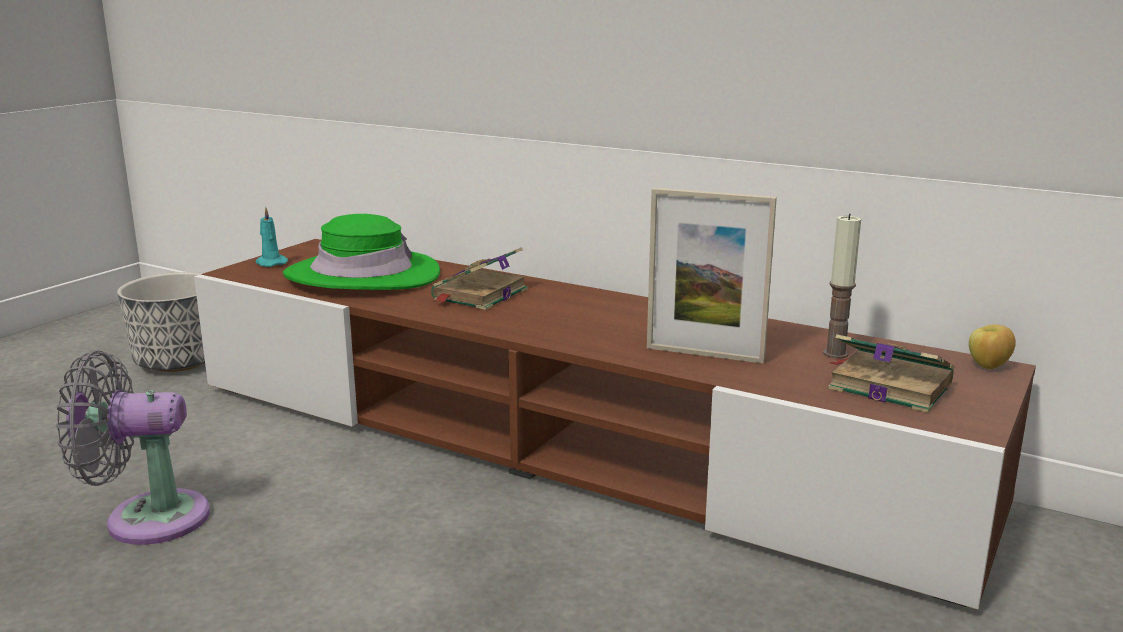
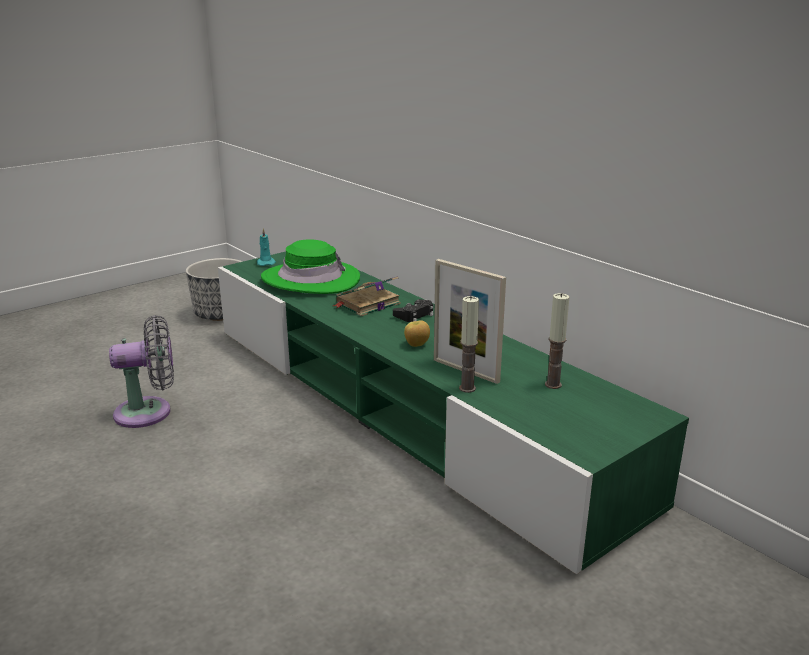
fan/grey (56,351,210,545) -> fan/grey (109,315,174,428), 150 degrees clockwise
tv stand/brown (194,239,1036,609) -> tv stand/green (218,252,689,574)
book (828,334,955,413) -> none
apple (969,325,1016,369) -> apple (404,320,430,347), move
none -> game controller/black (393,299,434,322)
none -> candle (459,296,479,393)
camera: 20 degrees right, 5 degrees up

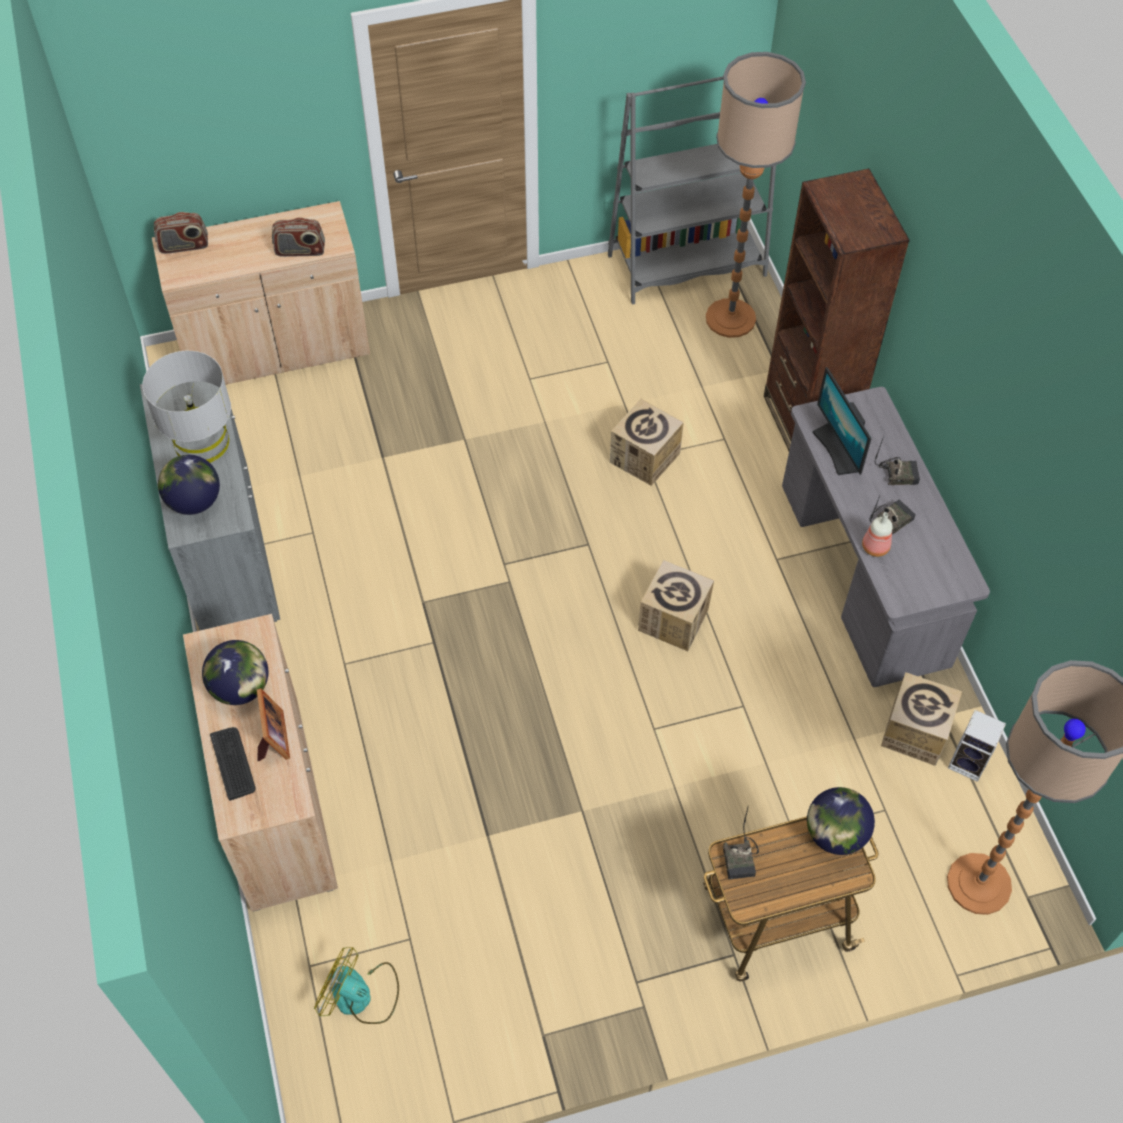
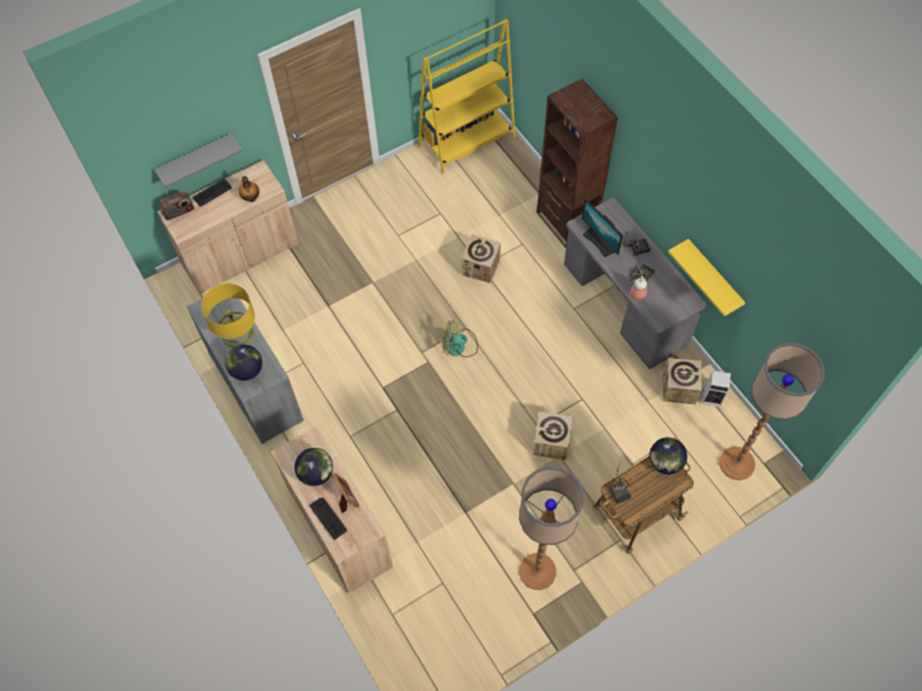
table lamp/grey (142,351,231,463) -> table lamp/yellow (201,283,255,348)
radio (272,217,325,257) -> bottle (239,176,259,202)
fan (314,947,399,1024) -> fan (442,320,478,357), move
bookcase/grey (608,77,776,305) -> bookcase/yellow (418,19,515,174)
cardboard box (638,560,714,651) -> cardboard box (533,411,573,460), move
floor lamp (706,52,806,338) -> floor lamp (519,467,584,590), move
none -> shelf/grey (154,133,243,188)
none -> keyboard (193,178,232,206)
none -> shelf/yellow (668,239,745,316)
camera: 15 degrees left, 5 degrees up

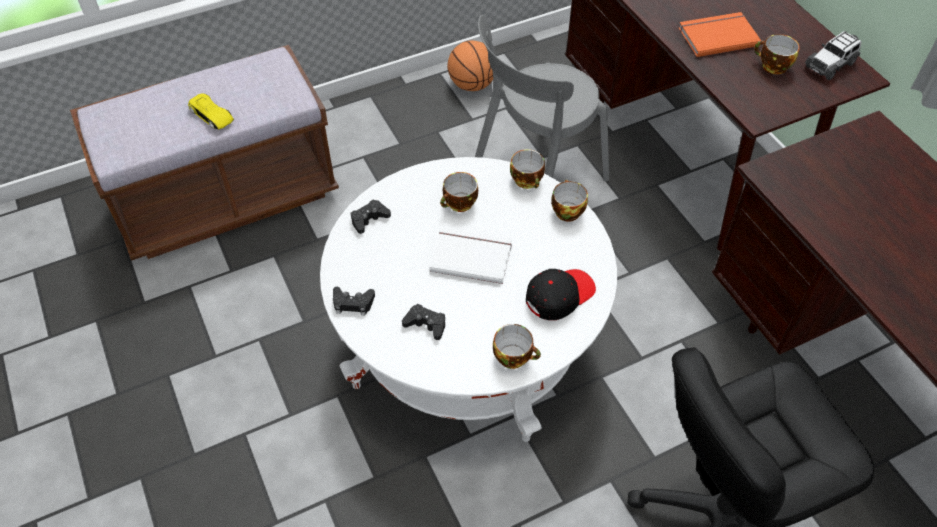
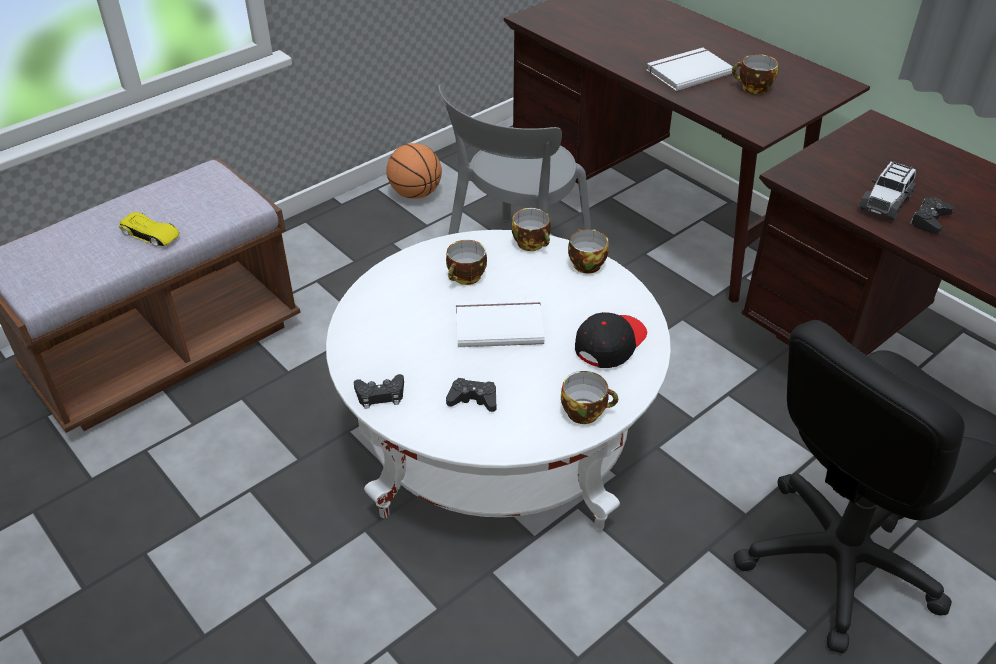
game controller/black (351,199,391,234) -> game controller/black (910,197,954,234), move
book/orange (679,12,761,57) -> book/white (646,48,733,91)
toy car (805,31,862,80) -> toy car (859,161,916,221), move
camera: 15 degrees left, 10 degrees down

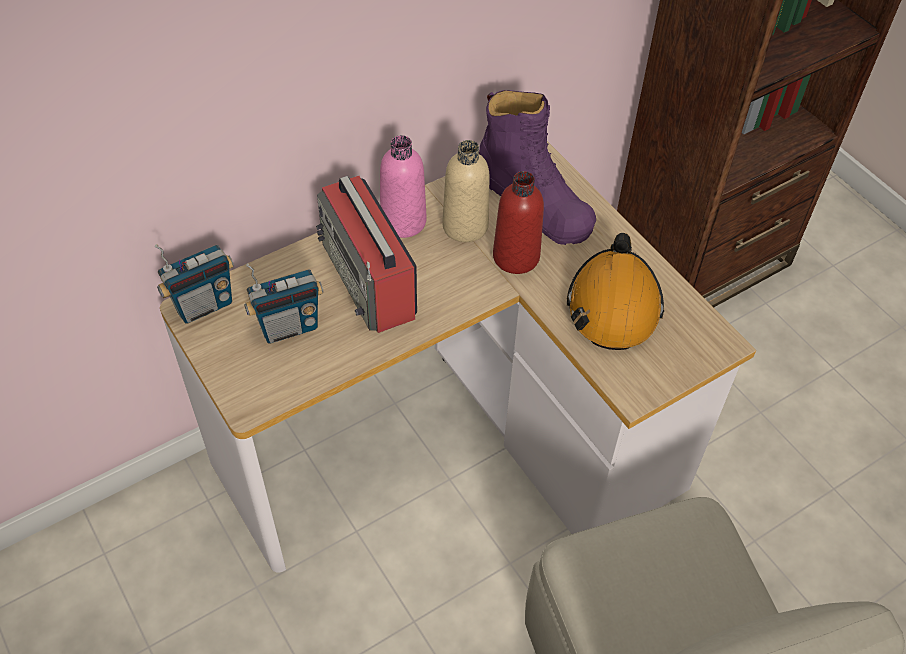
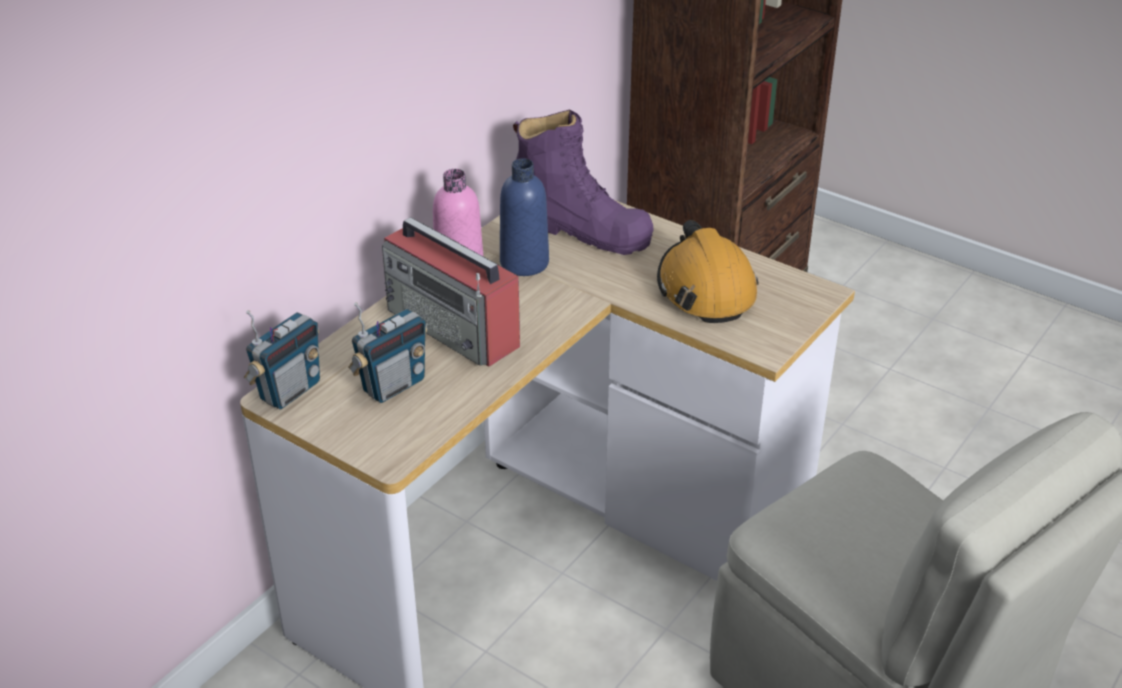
bottle/beige (442,140,489,242) -> bottle/blue (500,158,549,276)
bottle/red (493,171,544,274) -> none
camera: 20 degrees left, 15 degrees down

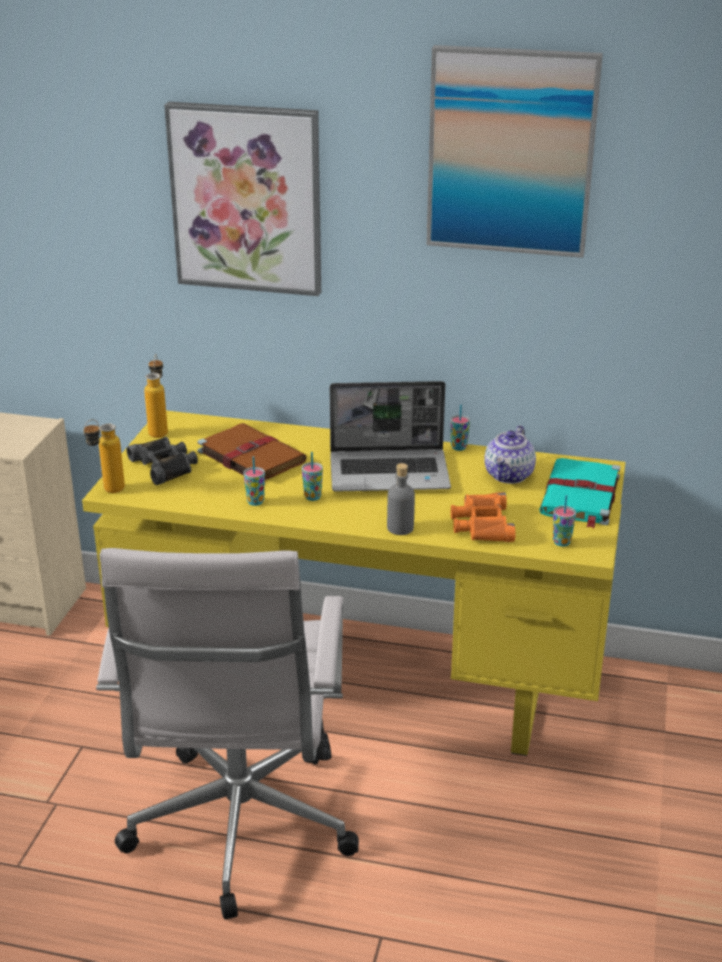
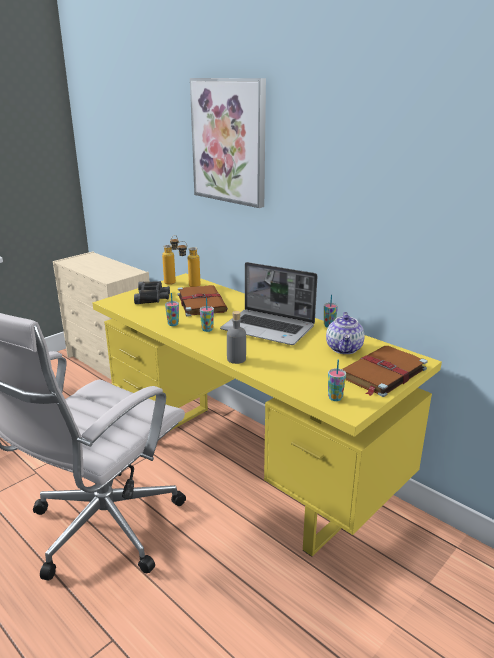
bottle (83,419,125,493) -> bottle (177,241,200,287), move
picture (427,45,603,258) -> none
binoculars/orange (451,492,515,542) -> none
teapot (484,425,536,484) -> teapot (326,312,365,354), 45 degrees counterclockwise
book/turquoise (539,458,621,528) -> book/brown (342,346,428,397)
camera: 30 degrees right, 5 degrees down

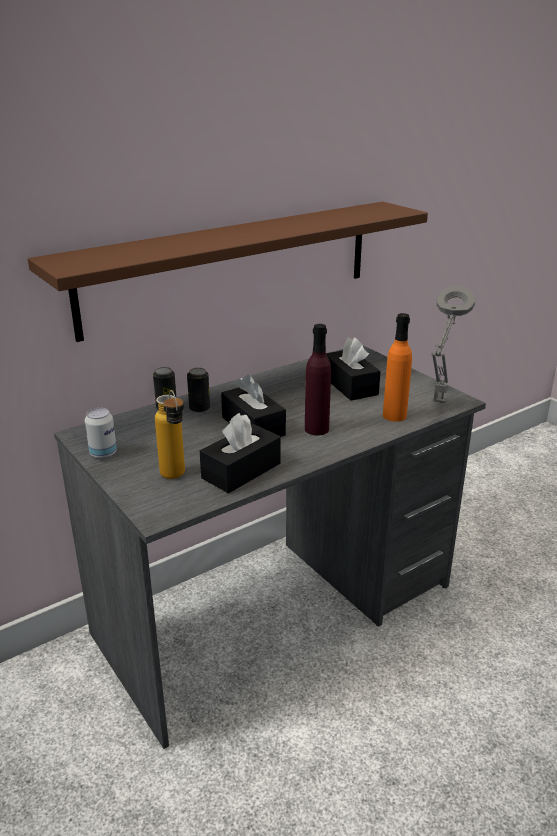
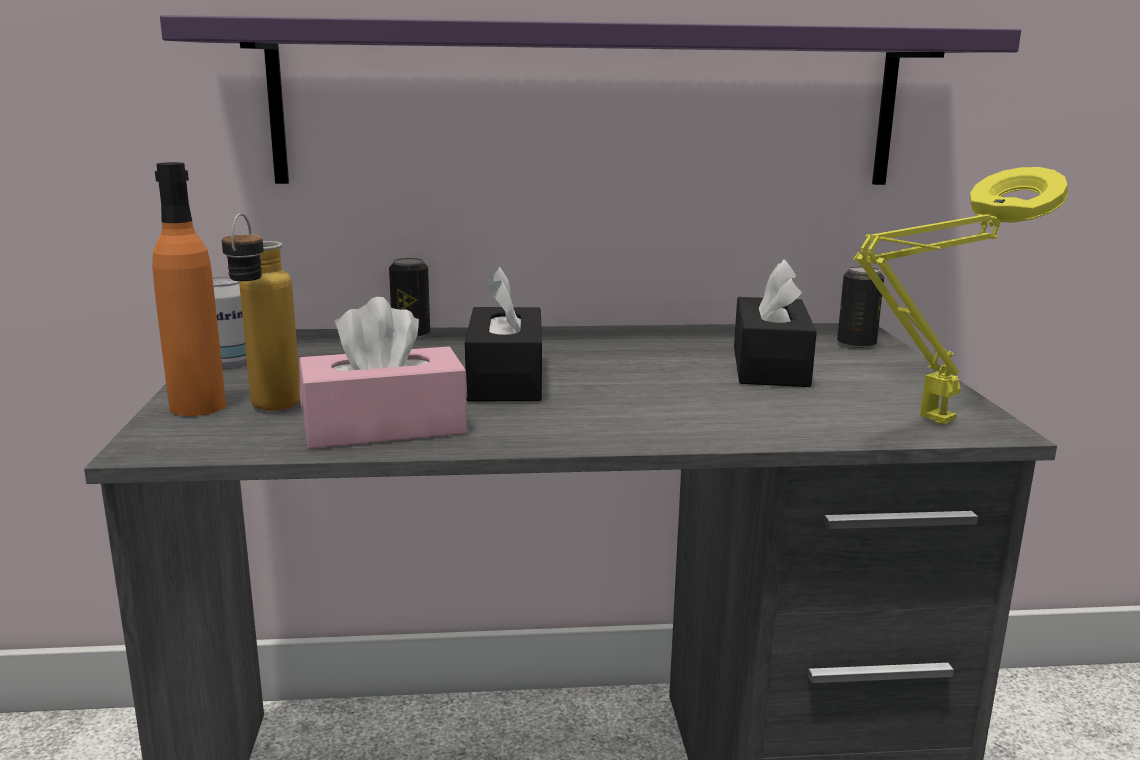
shelf/brown (28,202,428,342) -> shelf/purple (160,15,1021,185)
can (187,368,210,413) -> can (837,266,884,349), move
tissue box/black (200,413,281,493) -> tissue box/pink (299,297,467,449)
bottle/purple (305,324,331,435) -> none
bottle/orange (383,313,412,422) -> bottle/orange (152,162,226,416), move
table lamp/grey (431,287,475,403) -> table lamp/yellow (853,167,1068,424)
camera: 30 degrees right, 10 degrees down

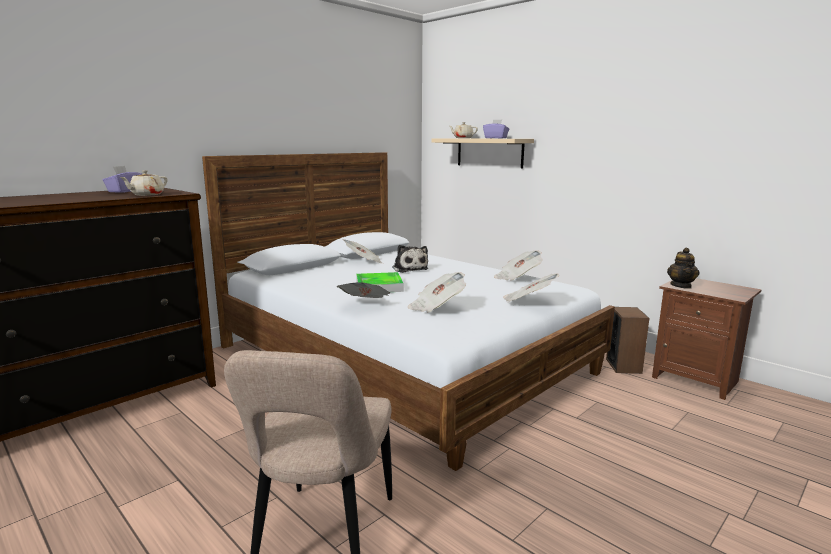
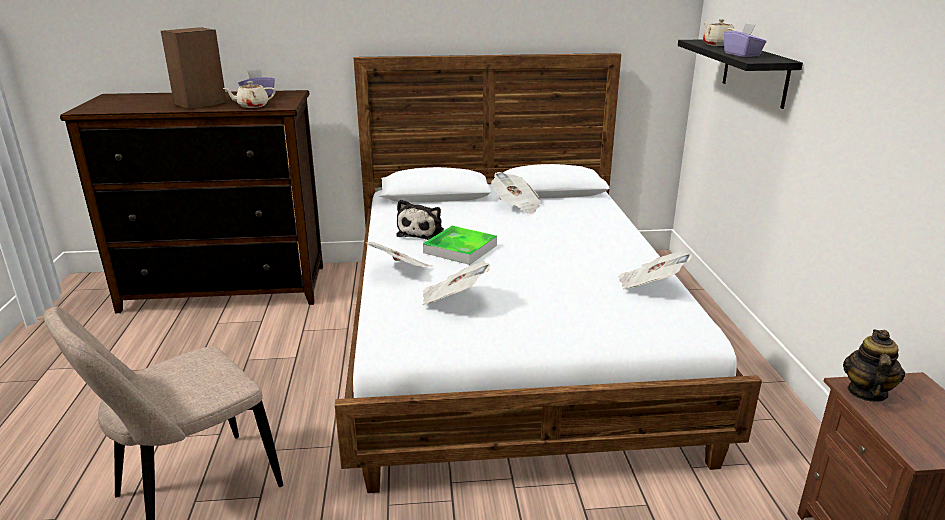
plush toy (392,245,428,273) -> plush toy (396,199,444,240), move
shelf/beige (431,138,534,168) -> shelf/black (678,40,803,109)
newspaper (504,274,559,302) -> none
speaker (606,307,649,374) -> speaker (161,27,227,109), move
teapot (667,248,699,289) -> teapot (843,329,905,402), 150 degrees clockwise
camera: 40 degrees right, 10 degrees up

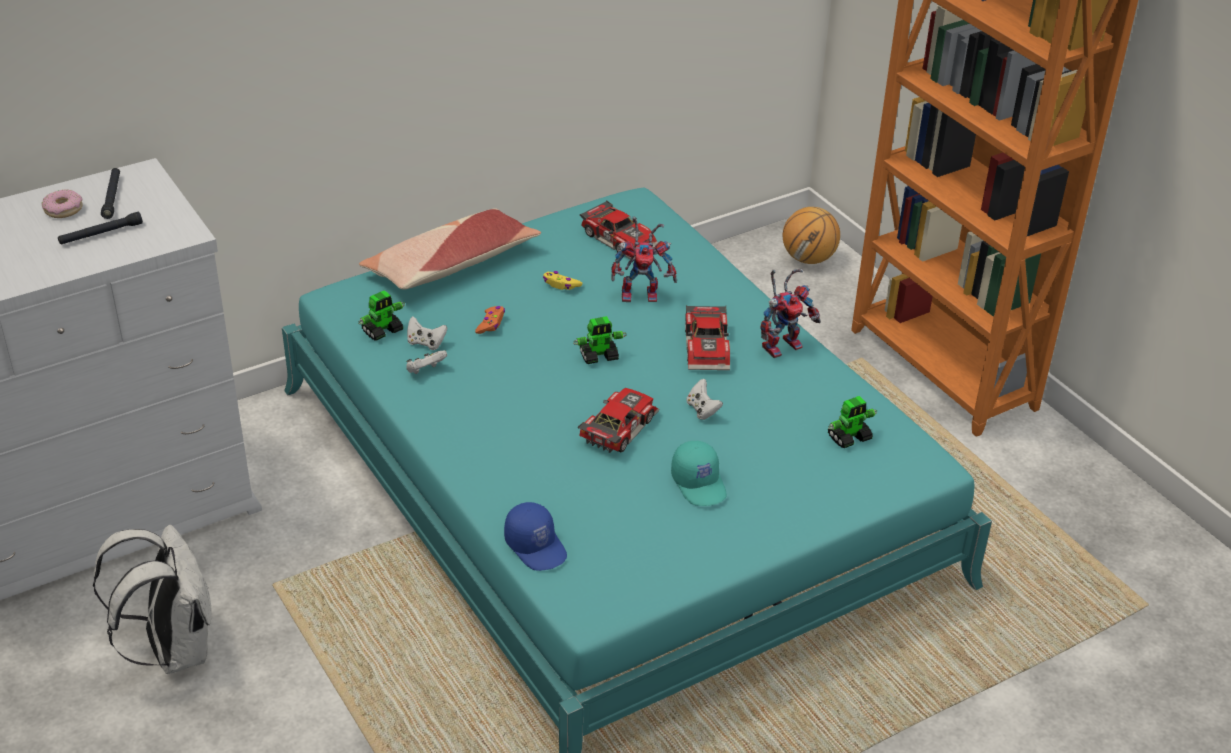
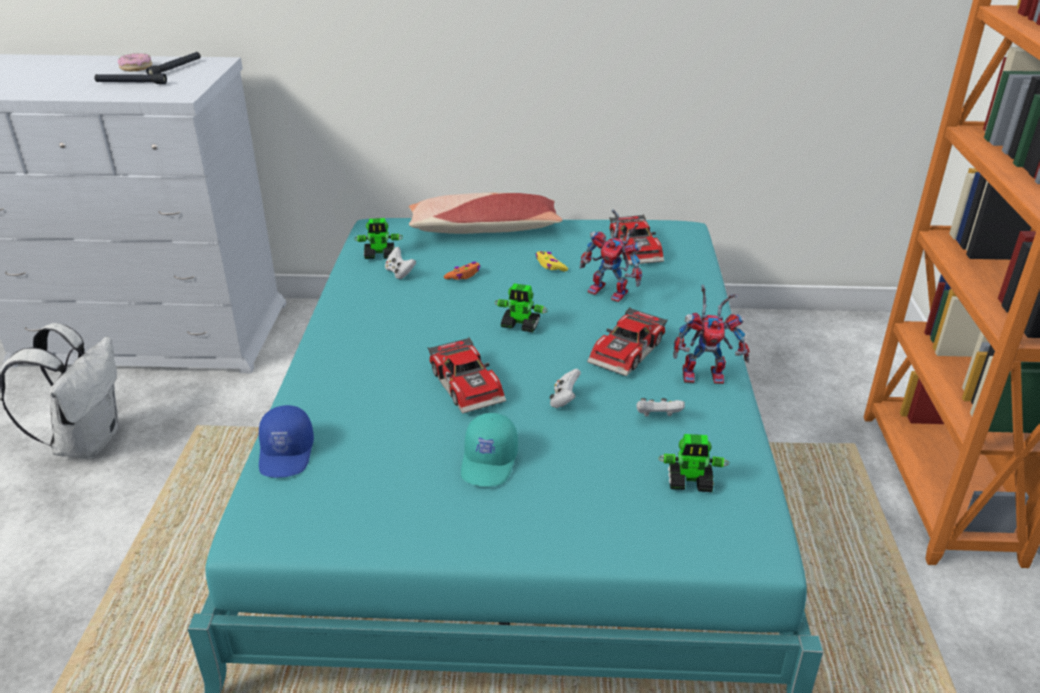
game controller/white (406,350,447,374) -> game controller/white (637,398,685,417), move
toy car (578,388,659,453) -> toy car (428,337,506,414), 90 degrees clockwise
basketball (783,207,840,264) -> none
camera: 35 degrees right, 5 degrees down

